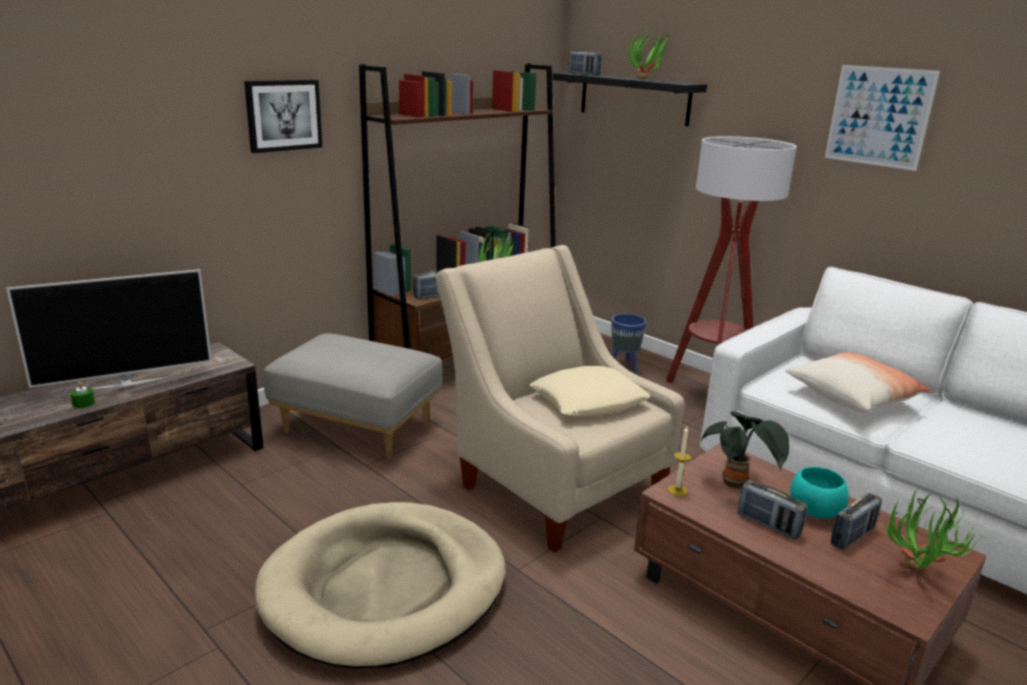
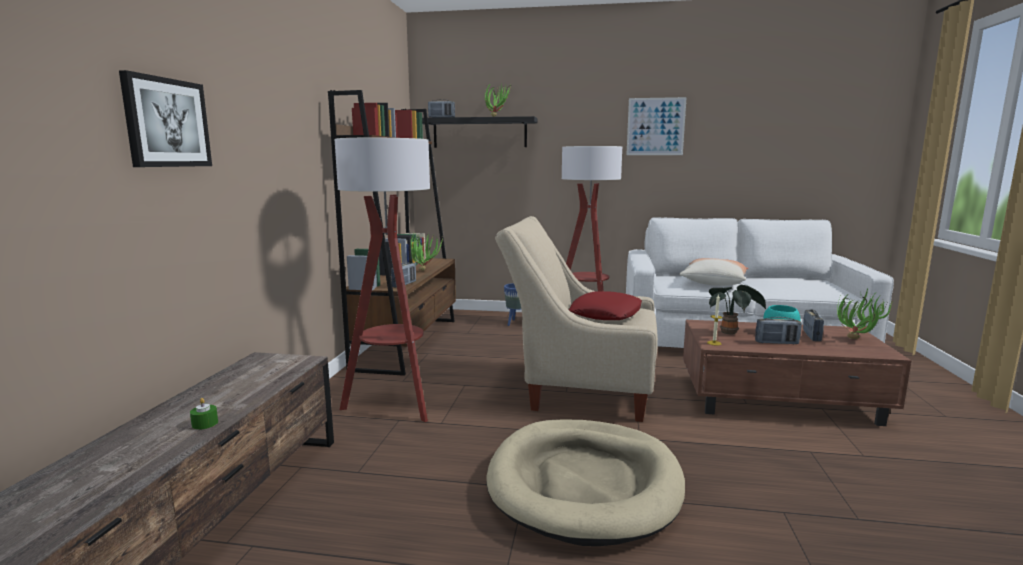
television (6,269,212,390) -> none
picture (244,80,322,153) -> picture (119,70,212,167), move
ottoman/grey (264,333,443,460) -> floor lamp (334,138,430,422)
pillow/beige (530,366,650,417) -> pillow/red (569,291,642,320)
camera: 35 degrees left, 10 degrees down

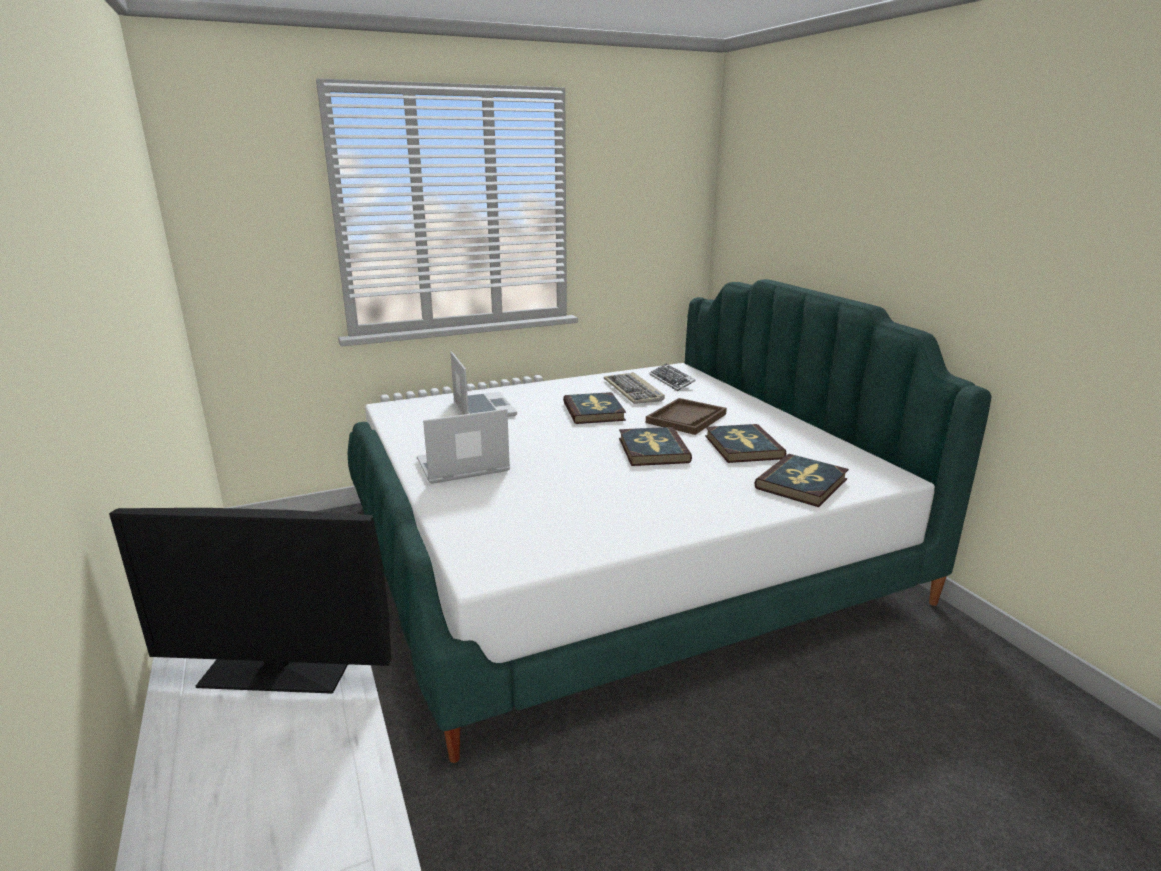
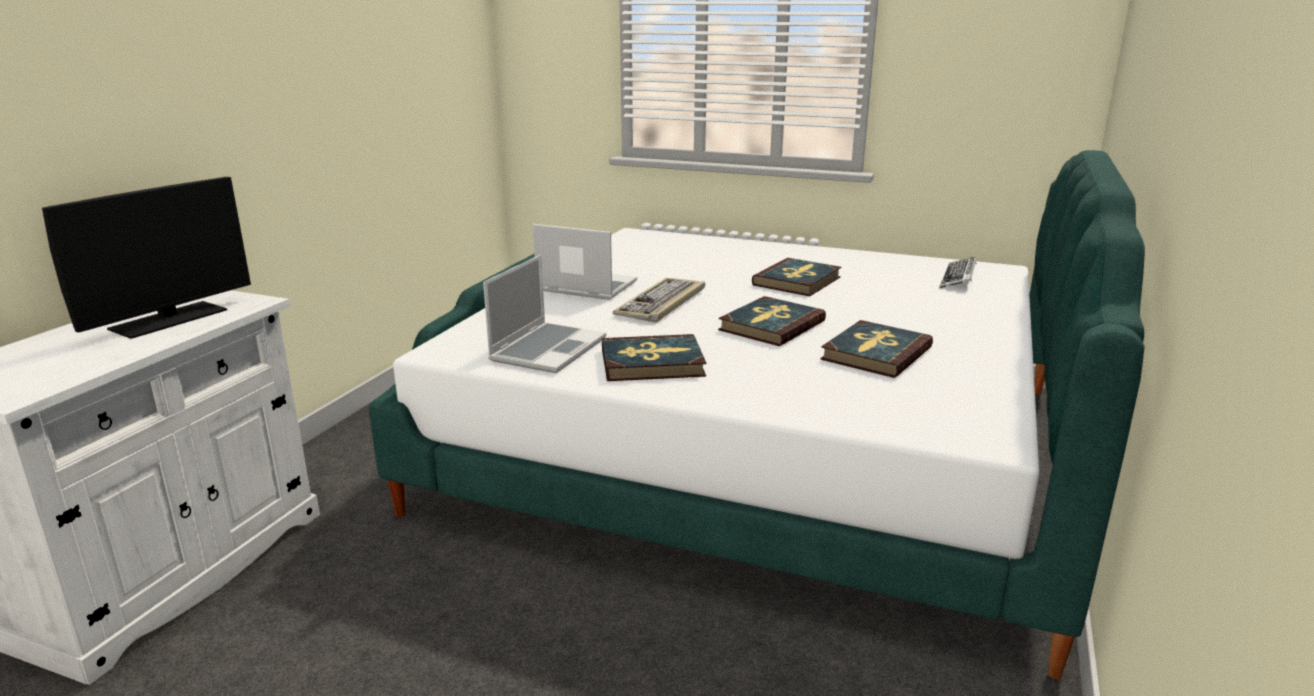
monitor (109,508,391,694) -> monitor (42,177,251,339), 105 degrees counterclockwise
laptop (450,351,517,417) -> laptop (483,255,606,373), move
keyboard (604,372,665,404) -> keyboard (613,278,705,323), move
tray/brown (646,398,727,435) -> none
book (755,454,849,507) -> book (602,334,706,381), move
camera: 45 degrees right, 0 degrees up

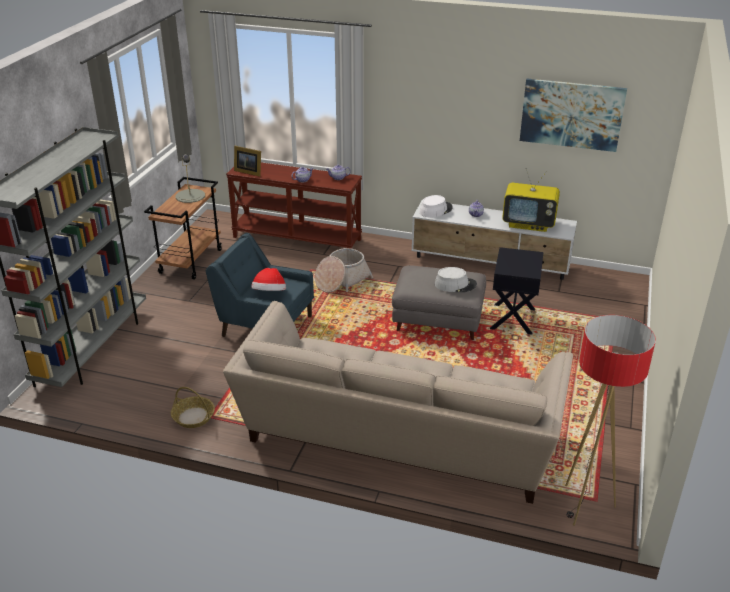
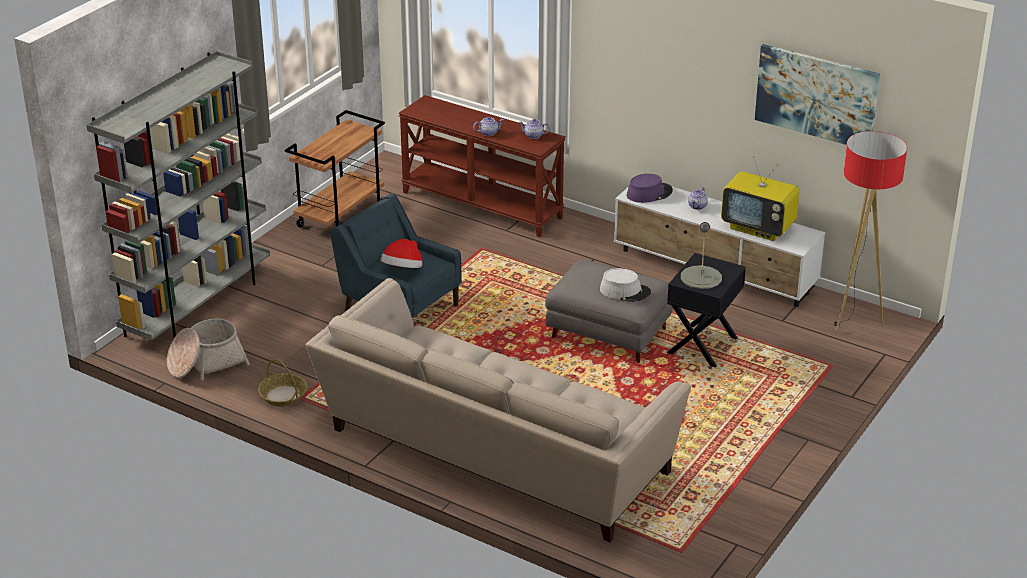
table lamp/grey (175,154,205,203) -> table lamp/grey (681,222,722,289), move
picture frame (234,146,261,176) -> none
basket (315,248,373,293) -> basket (167,318,250,380), move
hat/white (420,195,452,217) -> hat/purple (627,174,673,203)
floor lamp (565,315,656,526) -> floor lamp (834,131,907,331), move
camera: 15 degrees right, 0 degrees up

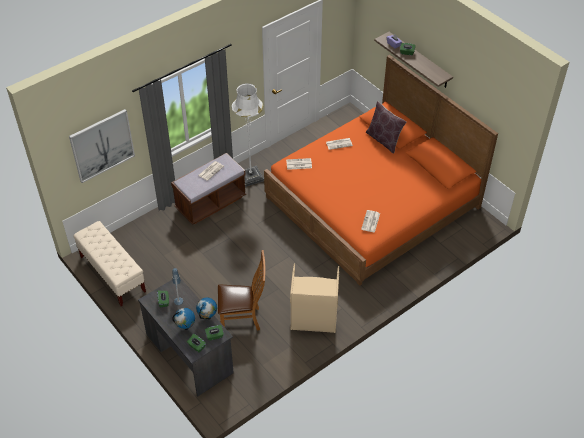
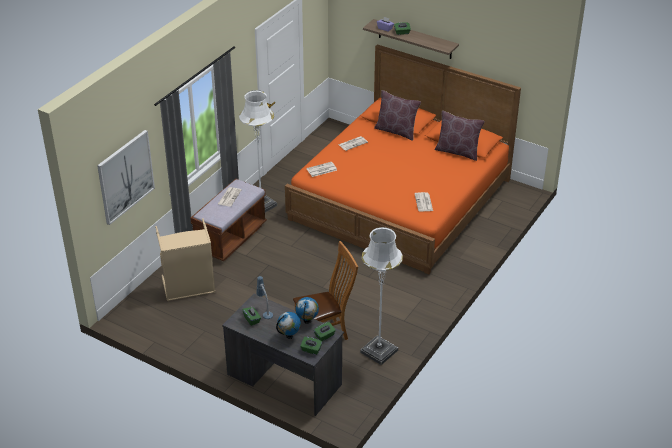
bench/beige (73,221,146,306) -> none
laundry basket/beige (290,263,339,333) -> laundry basket/beige (155,218,215,301), move
none -> floor lamp/white (360,227,403,365)
none -> pillow/brown (435,111,485,161)
camera: 20 degrees left, 10 degrees down

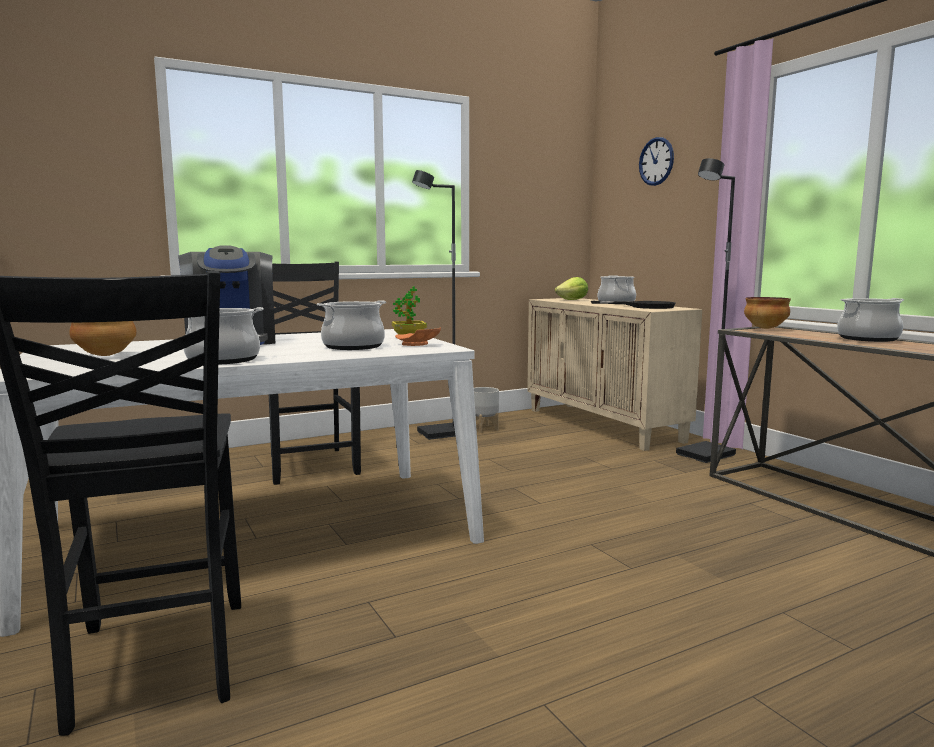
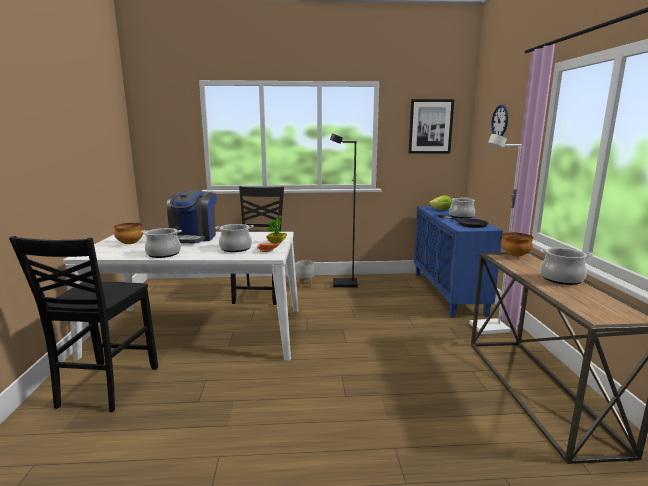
planter/grey (474,387,499,433) -> planter/grey (296,260,314,288), move
cabinet/beige (527,298,702,451) -> cabinet/blue (414,206,503,318)
floor lamp/black (676,158,736,463) -> floor lamp/white (469,134,522,335)
none -> picture (408,99,454,154)
camera: 25 degrees right, 5 degrees up

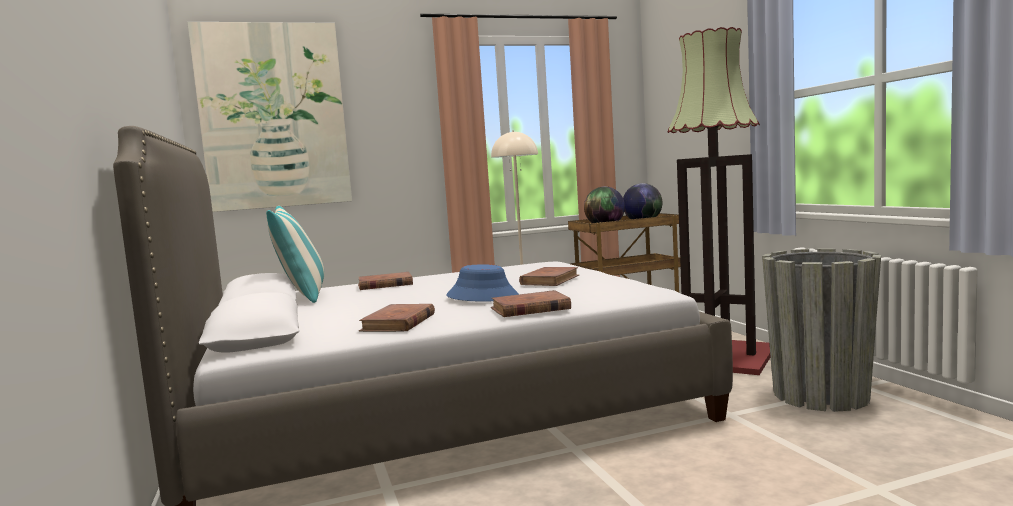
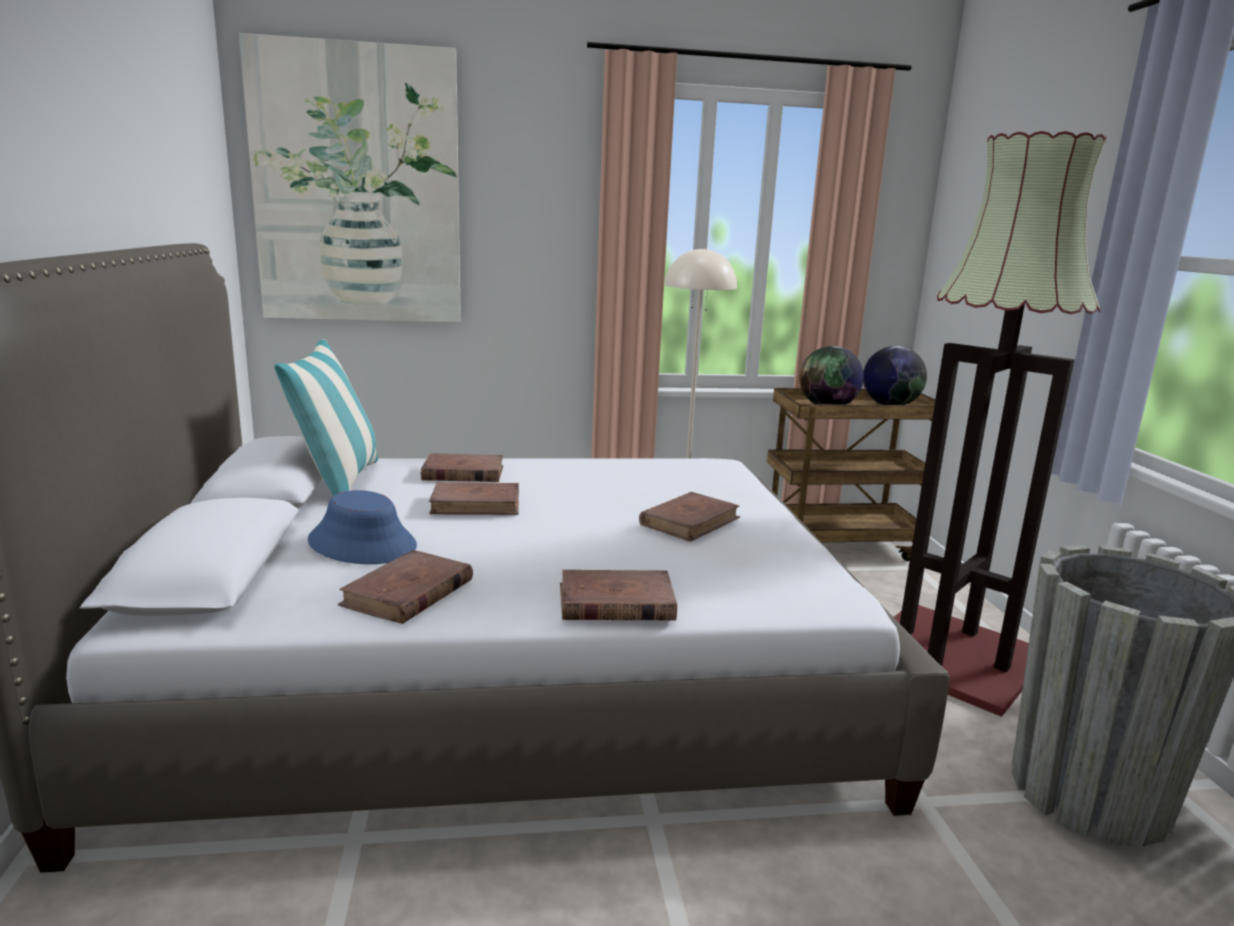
hat/blue (446,264,519,302) -> hat/blue (308,490,417,564), move
none -> book/brown (429,482,519,515)
camera: 10 degrees right, 10 degrees up

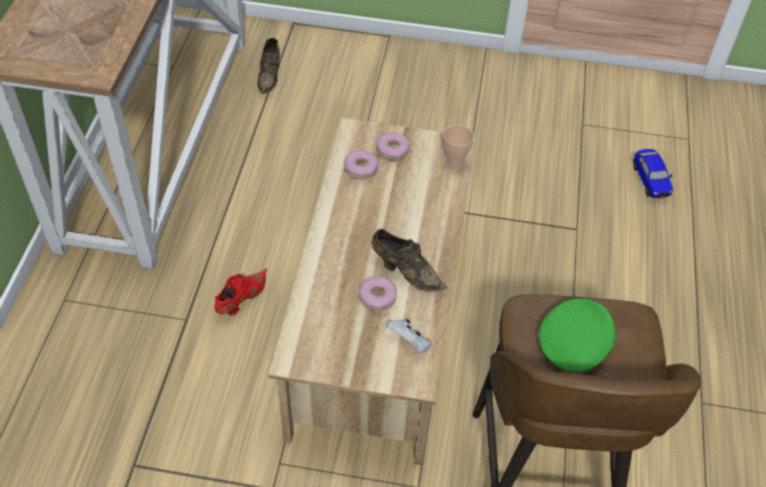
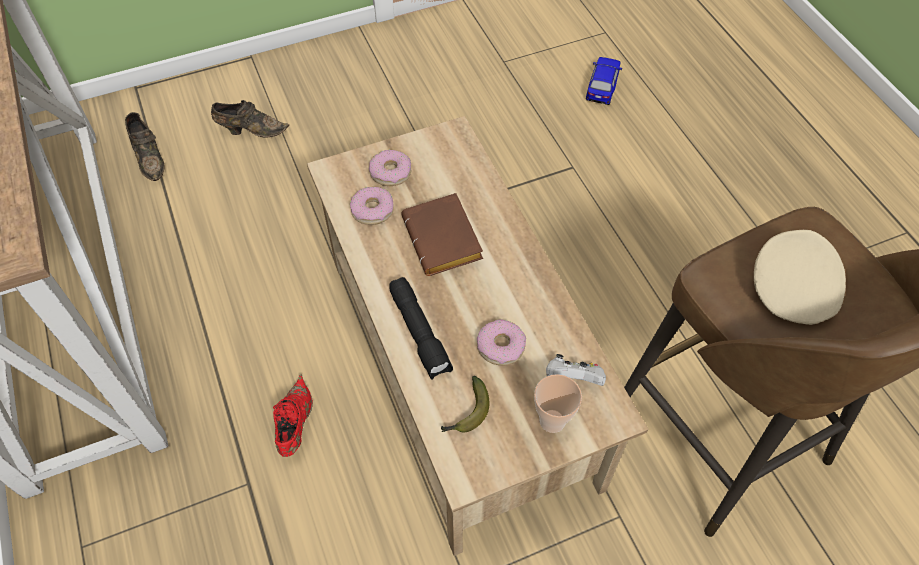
shoe/brown (371,229,448,292) -> shoe/brown (211,100,289,138), move
cup (443,125,474,169) -> cup (534,374,582,433), move
cap/green (539,298,616,373) -> cap/beige (754,230,846,325)
toy car (633,149,673,198) -> toy car (586,57,622,105), 120 degrees counterclockwise
none -> flashlight/black (389,277,453,380)
none -> book/brown (401,193,483,276)
none -> banana (441,376,489,432)
camera: 30 degrees left, 5 degrees up

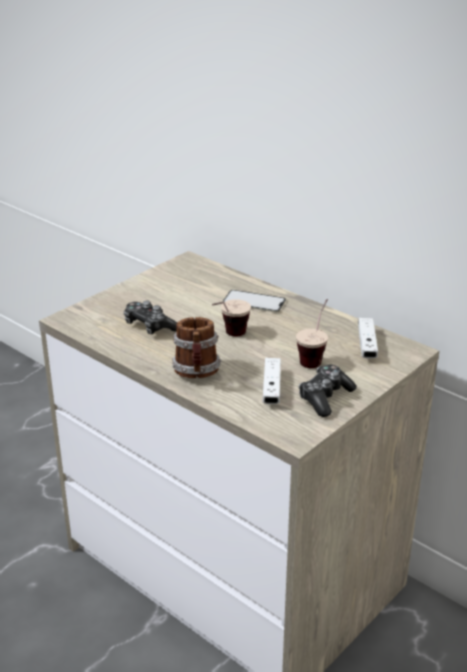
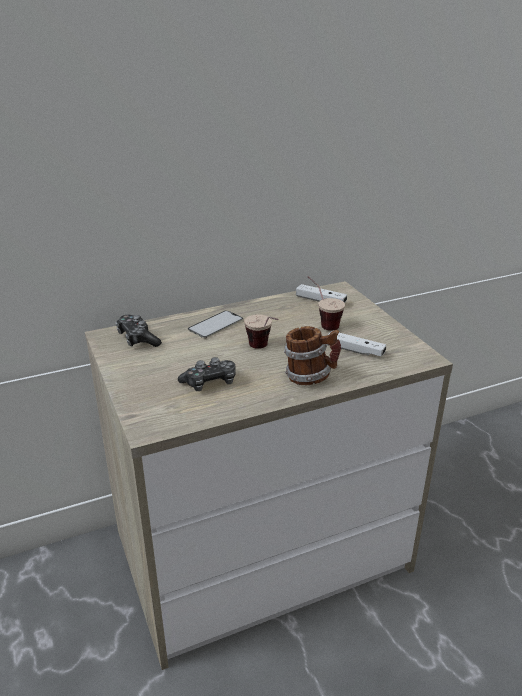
game controller (299,365,357,417) -> game controller (116,315,162,347), move
camera: 65 degrees left, 0 degrees up

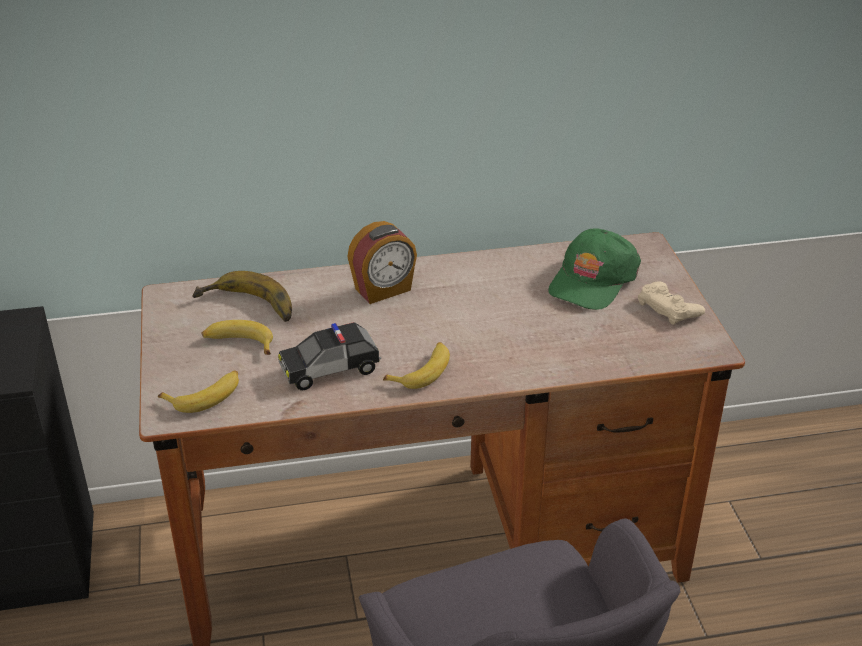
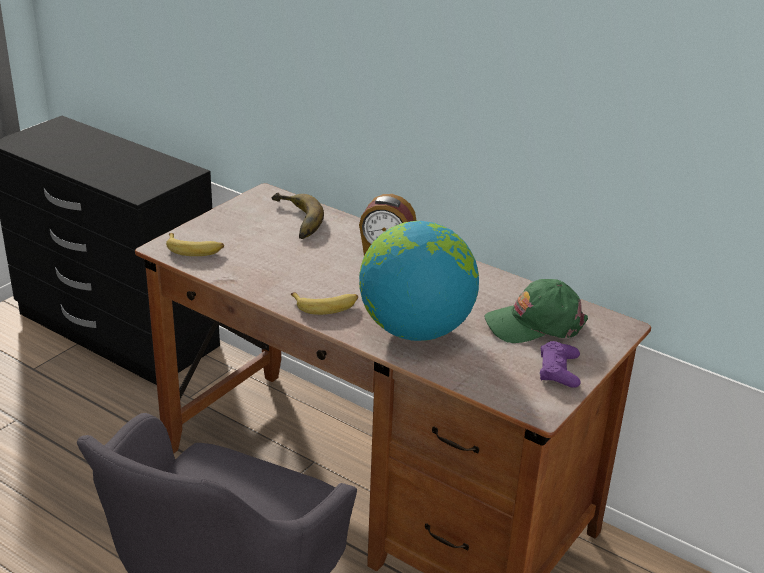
banana (202,320,273,355) -> none
toy car (278,322,381,390) -> none
game controller/beige (638,281,705,325) -> game controller/purple (540,341,581,388)
none -> globe (359,221,479,341)
camera: 45 degrees right, 5 degrees down

